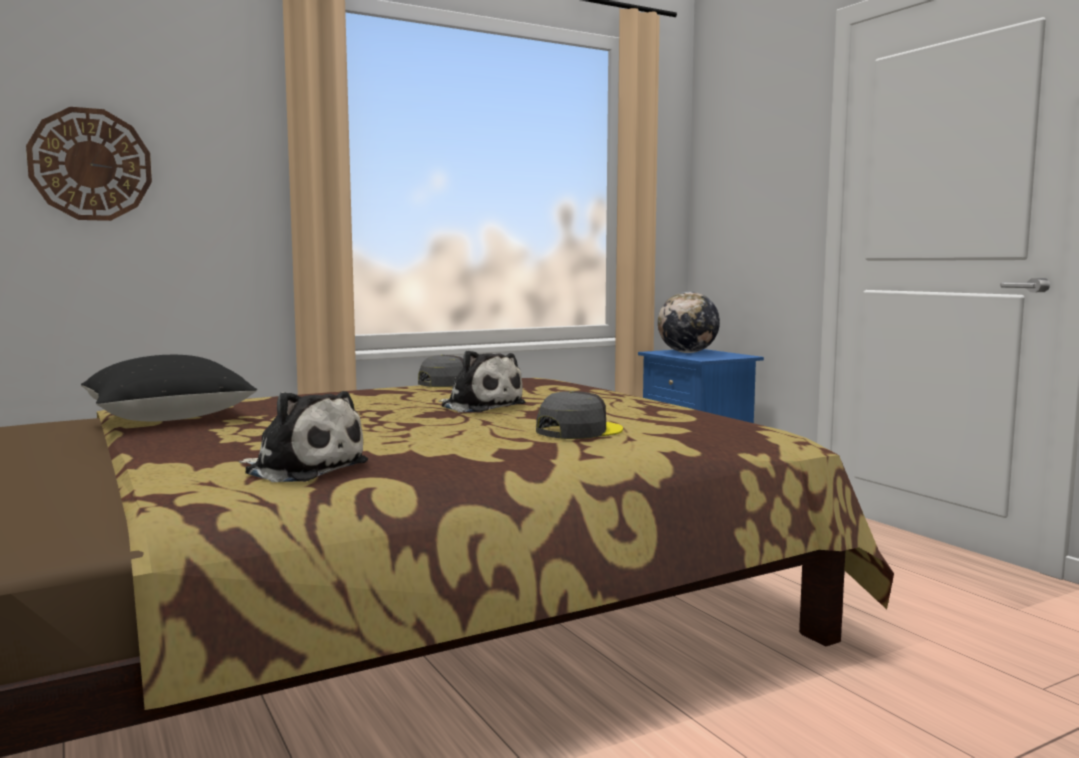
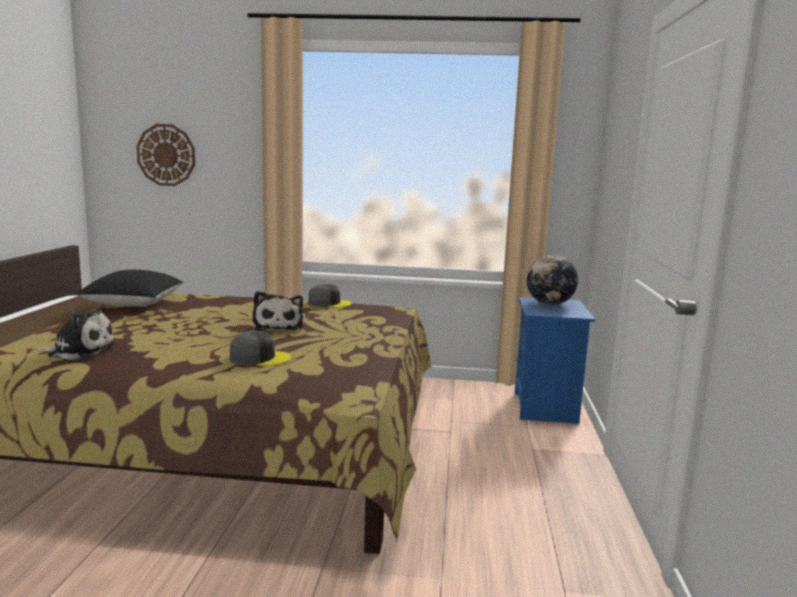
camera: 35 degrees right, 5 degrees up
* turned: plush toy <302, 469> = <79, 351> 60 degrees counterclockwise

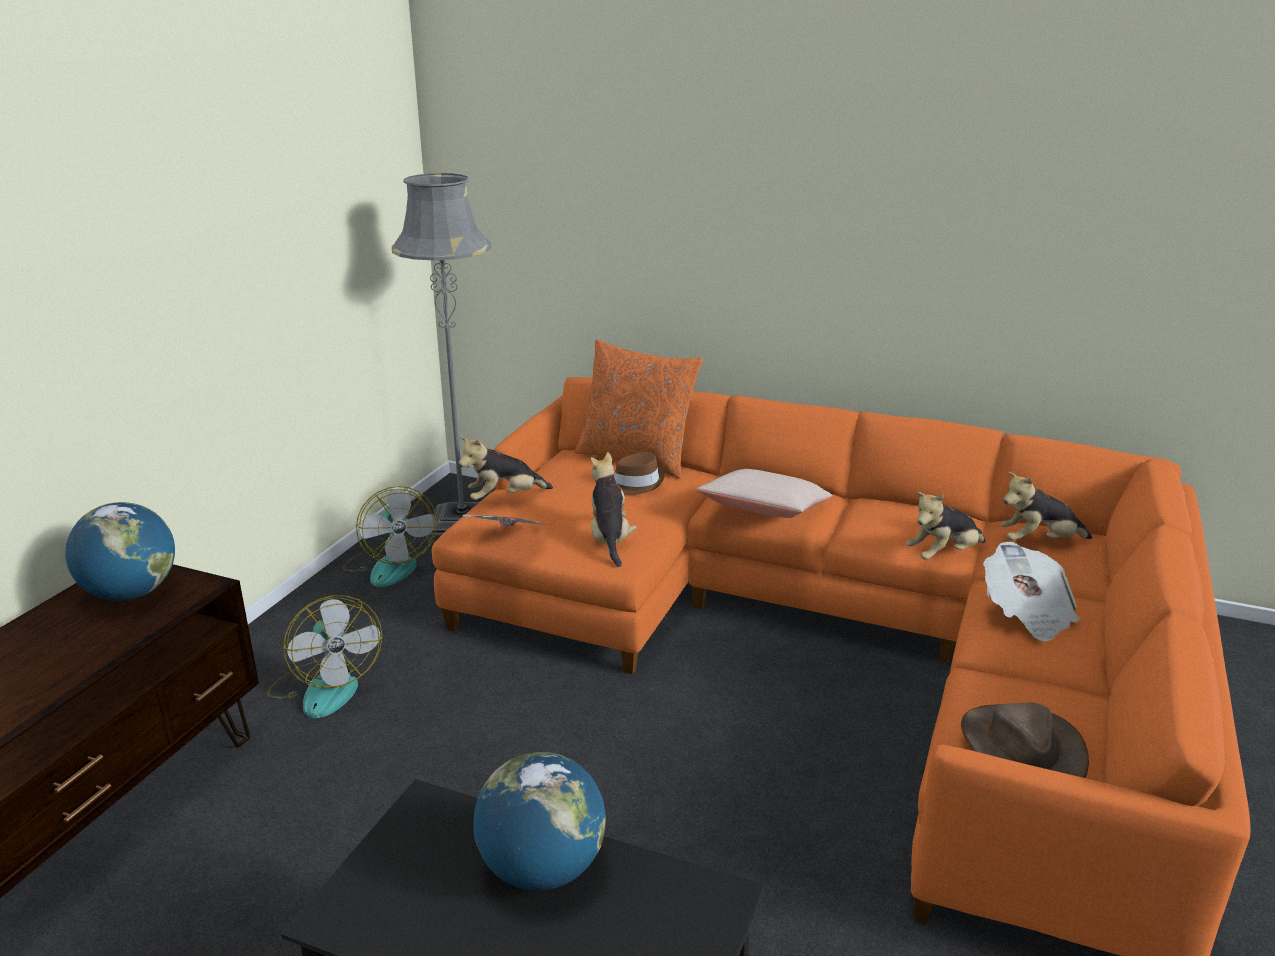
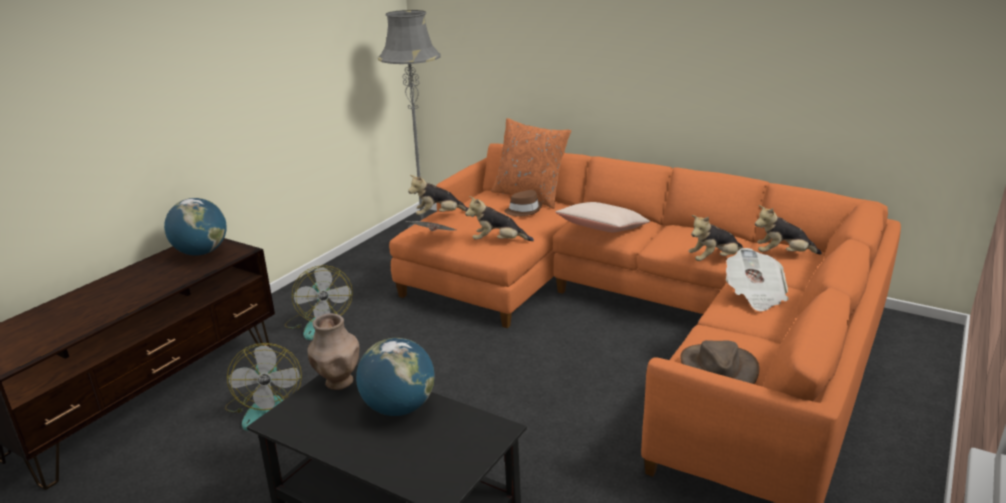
camera: 10 degrees right, 0 degrees up
* moved: fan <390, 565> to <265, 407>
* added: brown vase <338, 382>
* turned: plush toy <610, 539> = <498, 242> 90 degrees counterclockwise

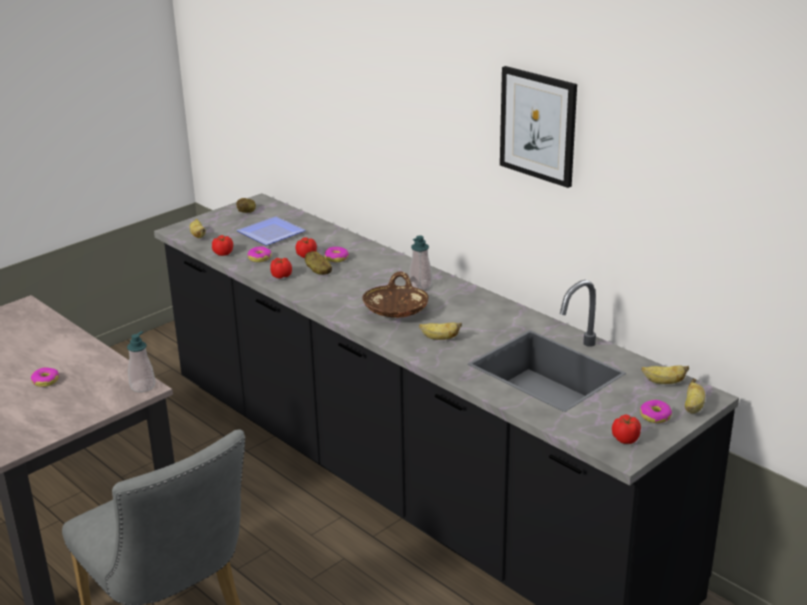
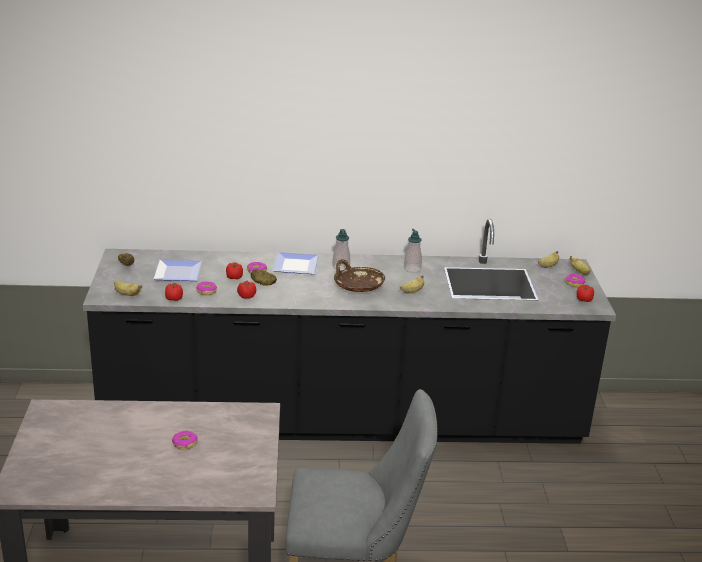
camera: 50 degrees left, 0 degrees up
* added: plate <294, 265>
* moved: soap dispenser <142, 386> to <412, 269>
* removed: picture <538, 126>

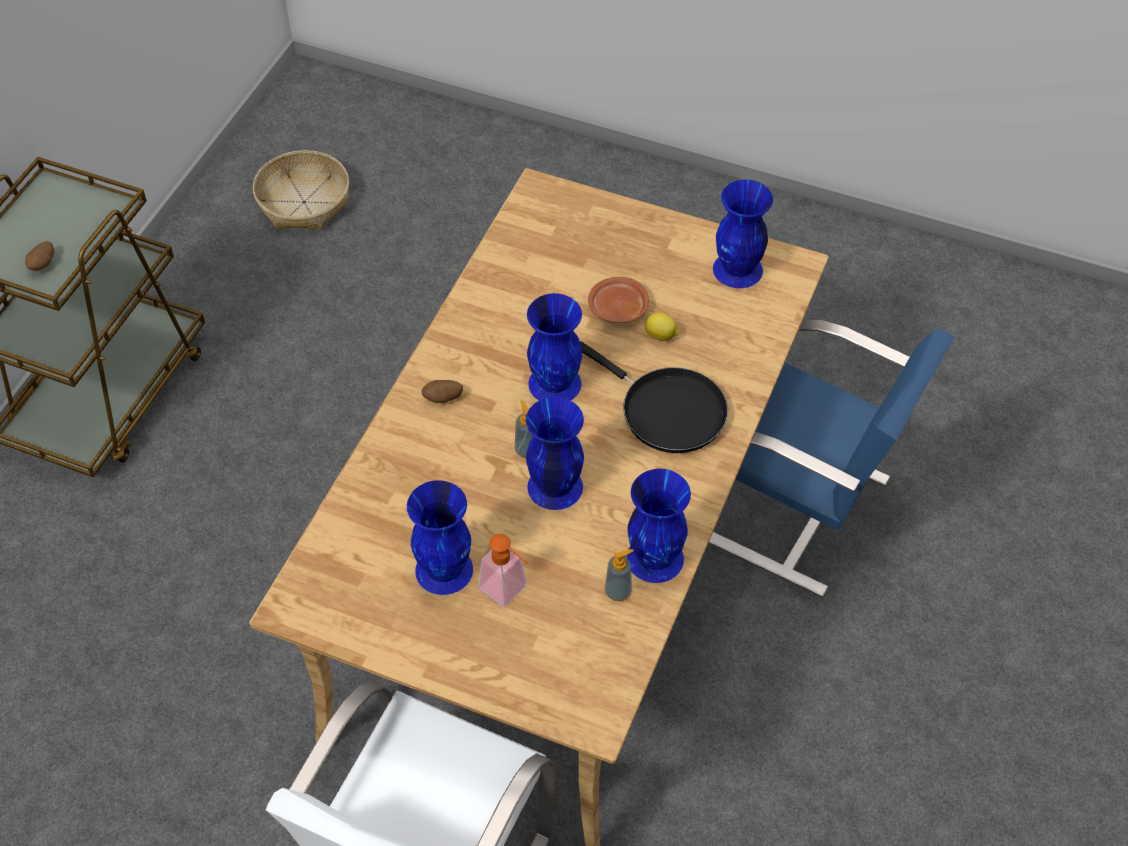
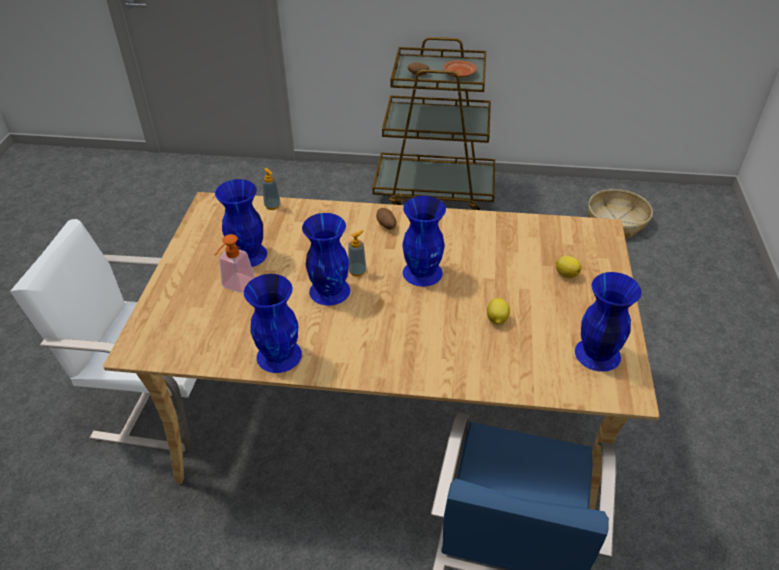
camera: 75 degrees right, 10 degrees down
* moved: soap dispenser <618, 591> to <272, 206>
* moved: brown plate <617, 308> to <458, 74>
* added: lemon <566, 274>
* removed: black frying pan <667, 411>

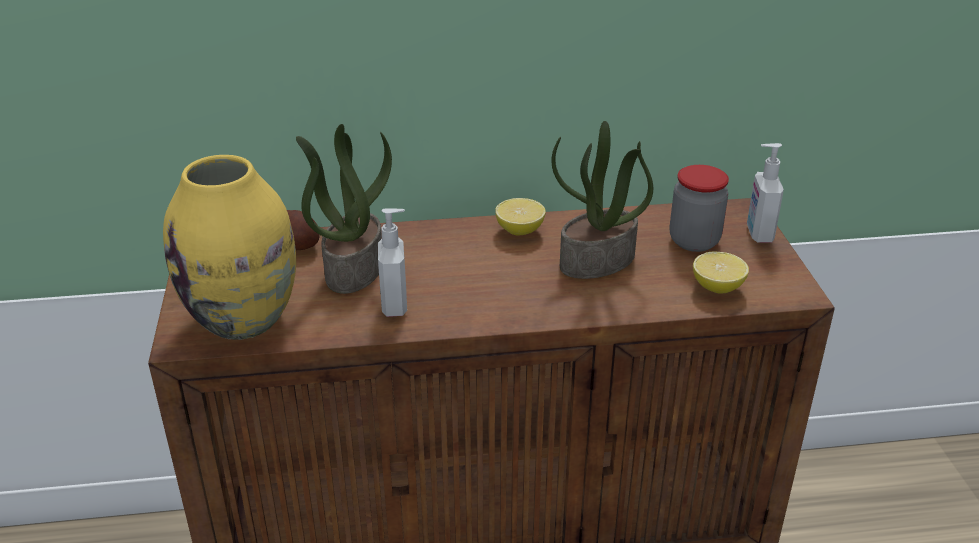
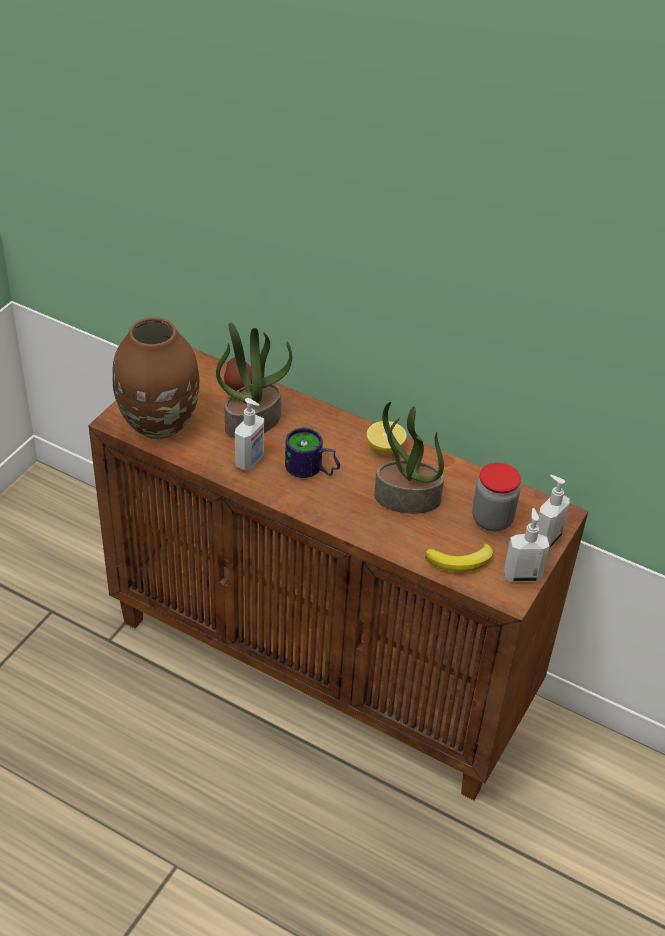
camera: 35 degrees right, 10 degrees up
* recoloured: yellow vase <244, 319> to brown vase <160, 424>
* added: mug <311, 470>
* replaced: lemon <717, 287> to banana <461, 561>
* added: soap dispenser <522, 575>

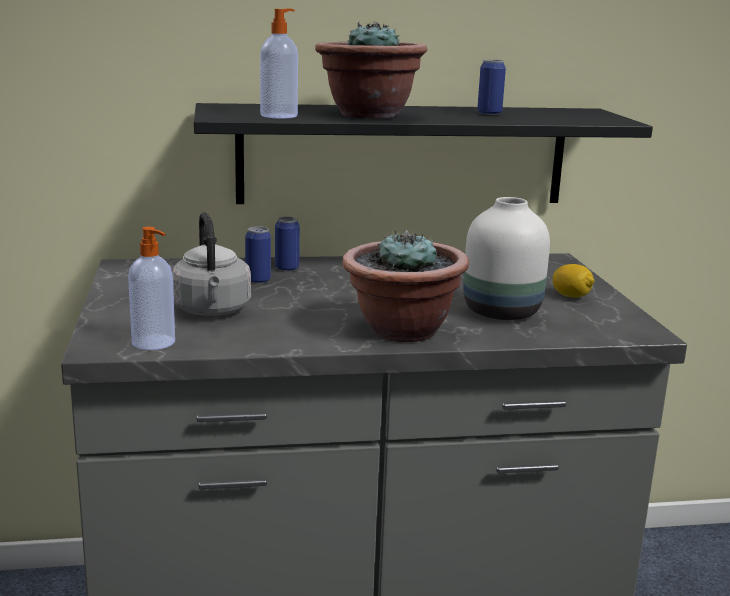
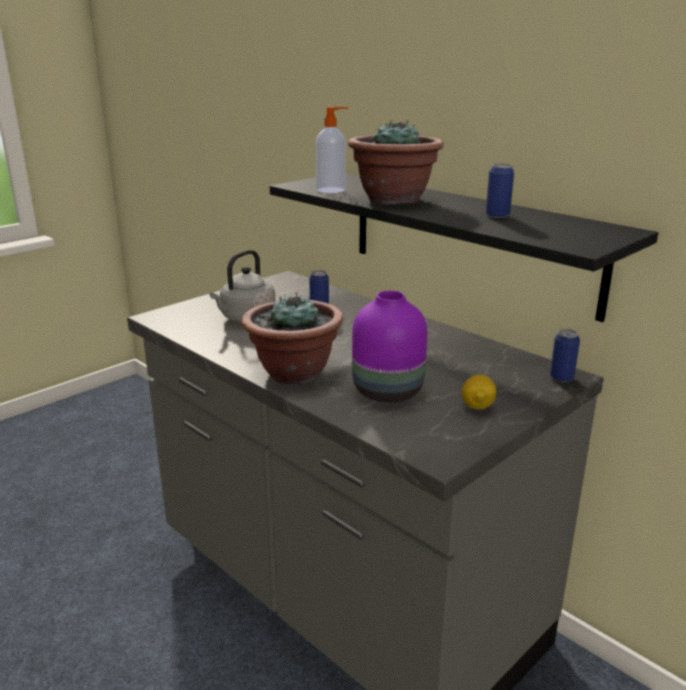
camera: 55 degrees right, 5 degrees up
* recoloured: white vase <501, 313> to purple vase <386, 392>
* moved: can <287, 268> to <561, 377>
* removed: soap dispenser <154, 343>

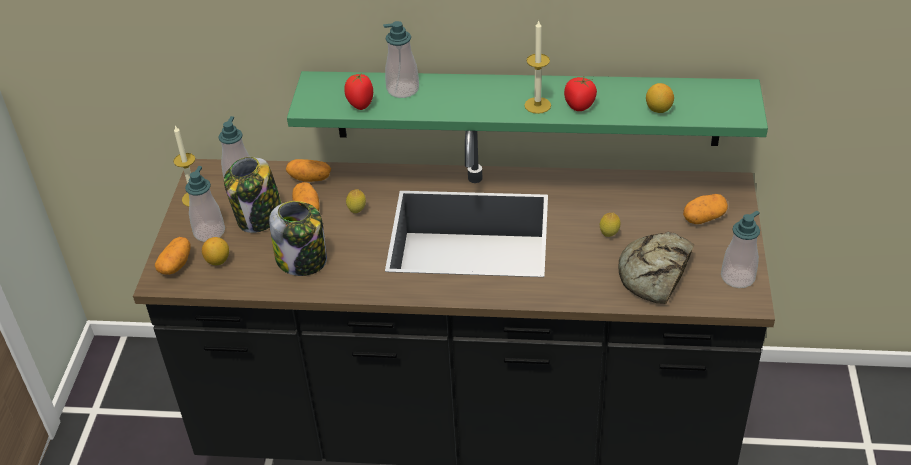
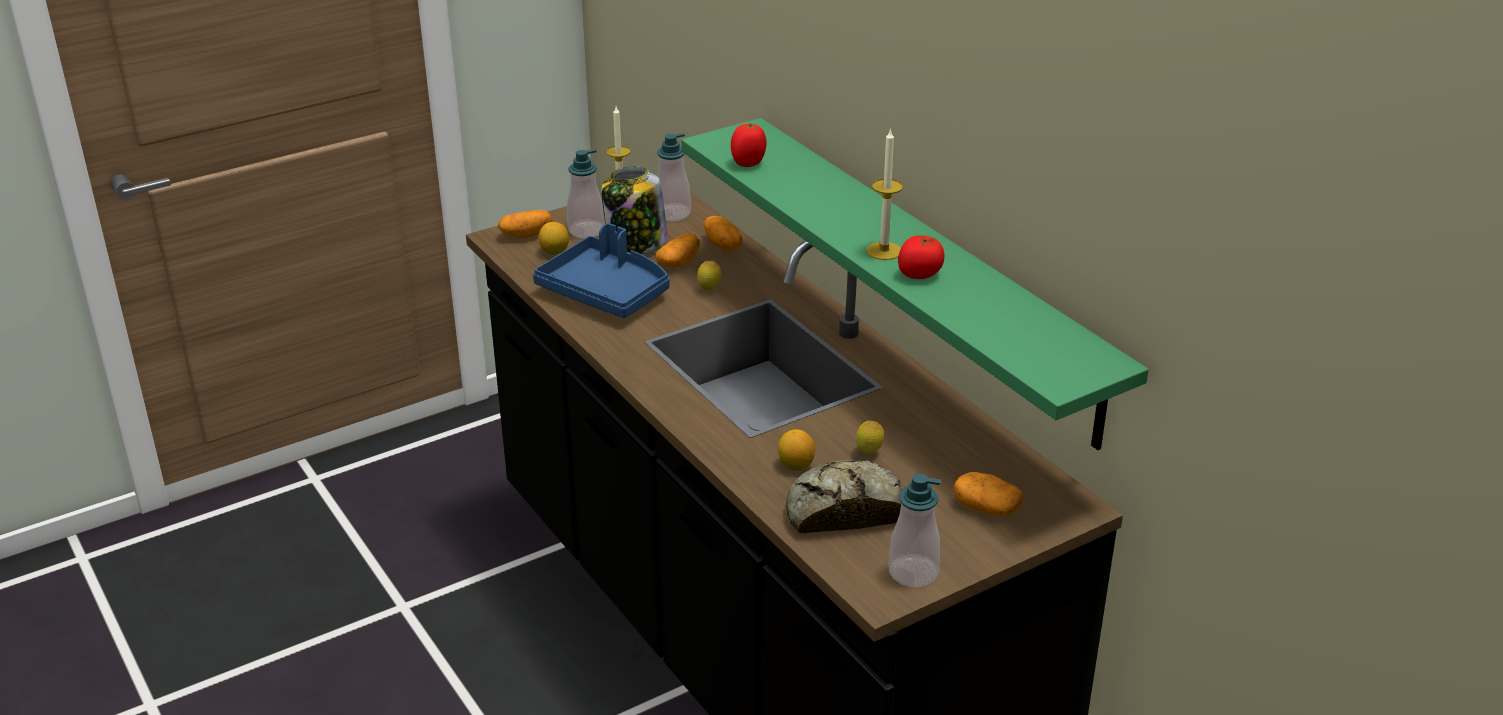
camera: 50 degrees right, 10 degrees down
* replaced: jar <302, 260> to blue tray <606, 292>
* moved: lemon <658, 109> to <795, 465>
* removed: soap dispenser <402, 89>

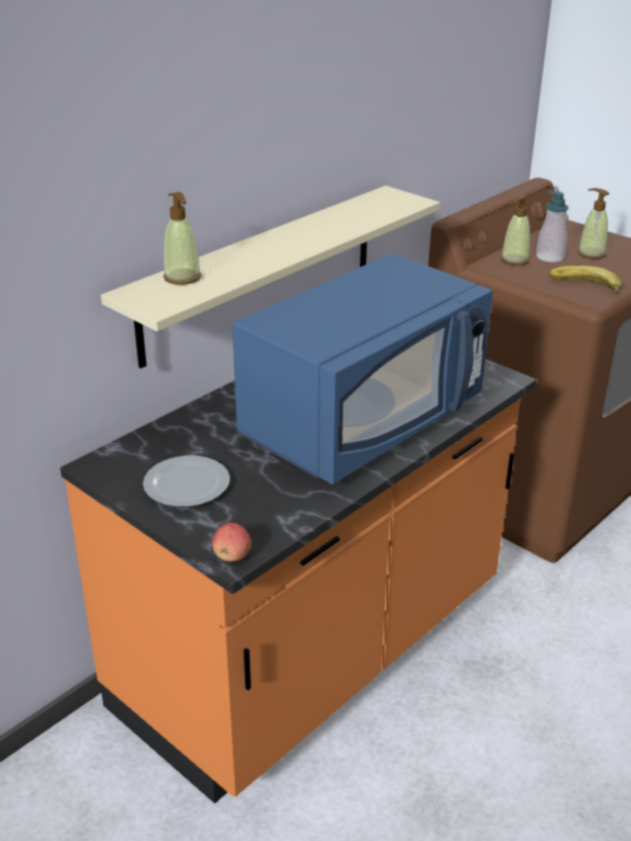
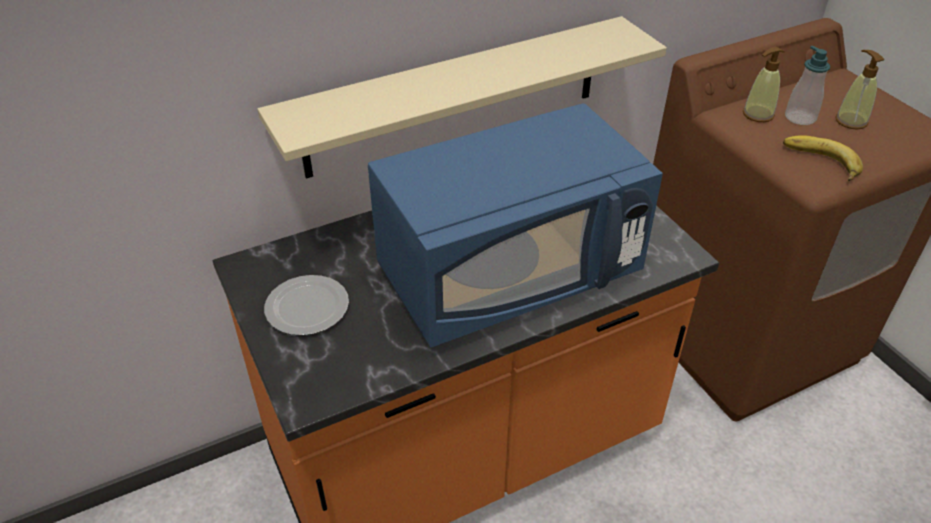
camera: 20 degrees right, 10 degrees up
* removed: soap dispenser <182, 278>
* removed: apple <232, 556>

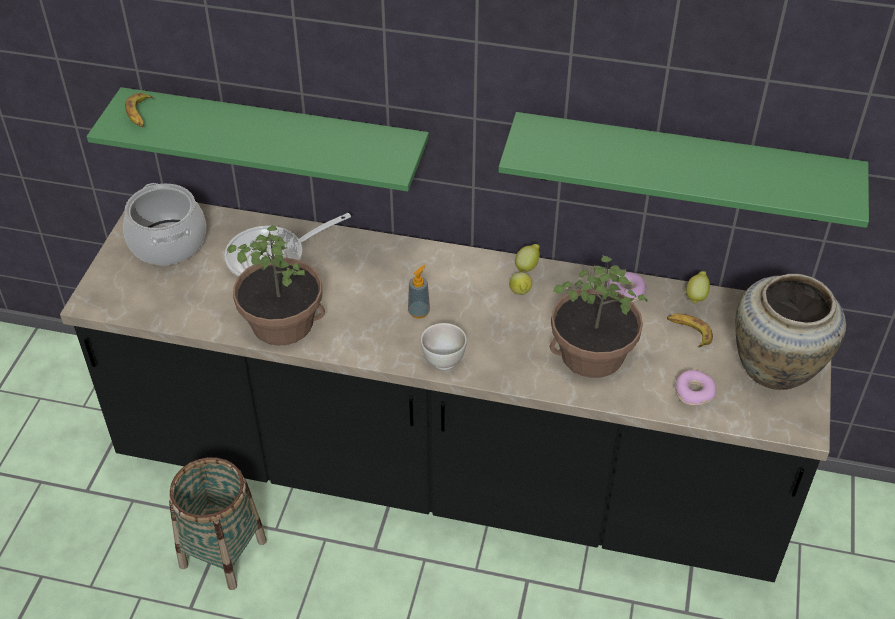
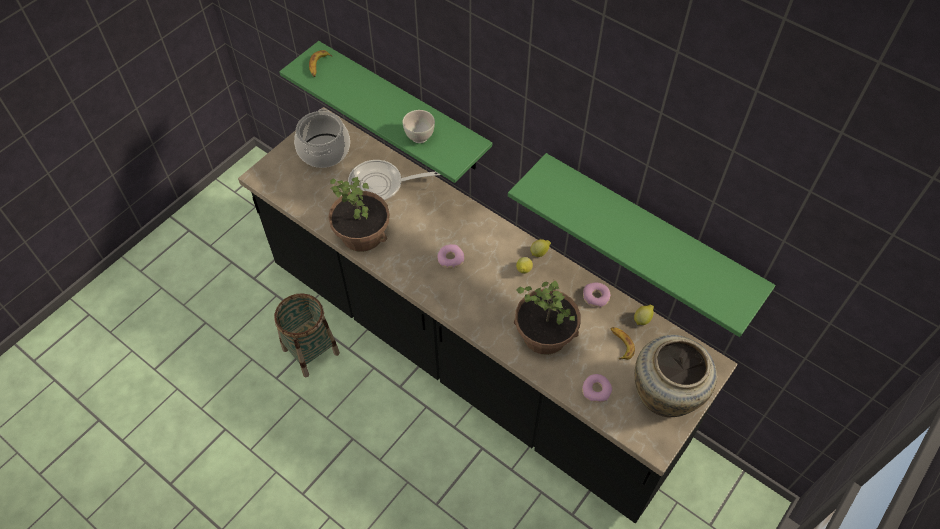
camera: 25 degrees right, 10 degrees up
* moved: white bowl <443, 360> to <419, 136>
* replaced: soap dispenser <419, 312> to donut <450, 259>

